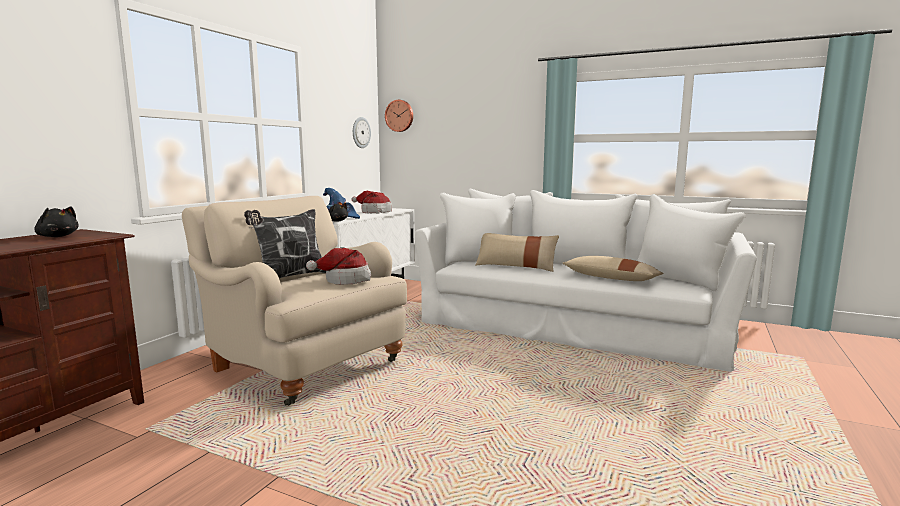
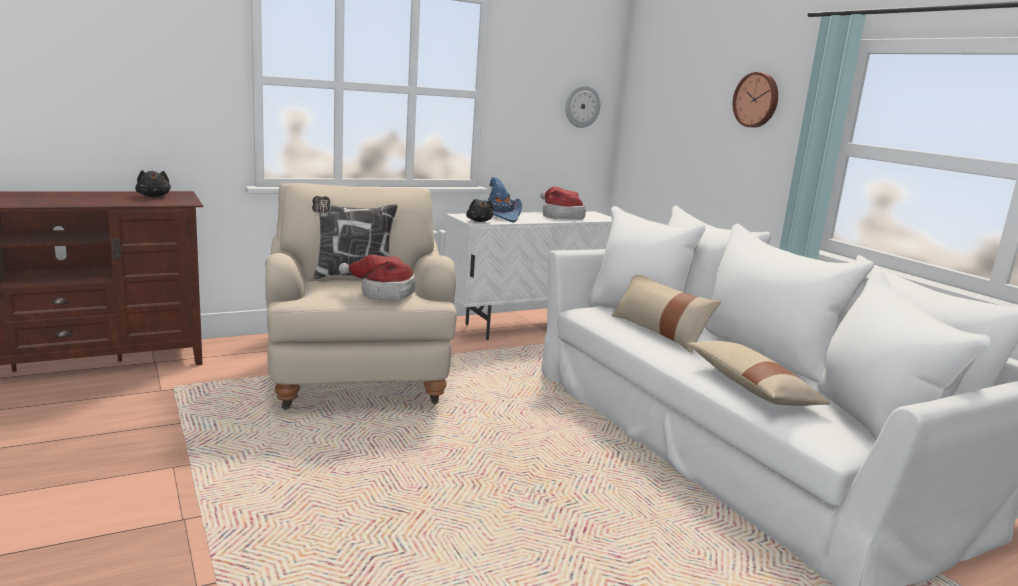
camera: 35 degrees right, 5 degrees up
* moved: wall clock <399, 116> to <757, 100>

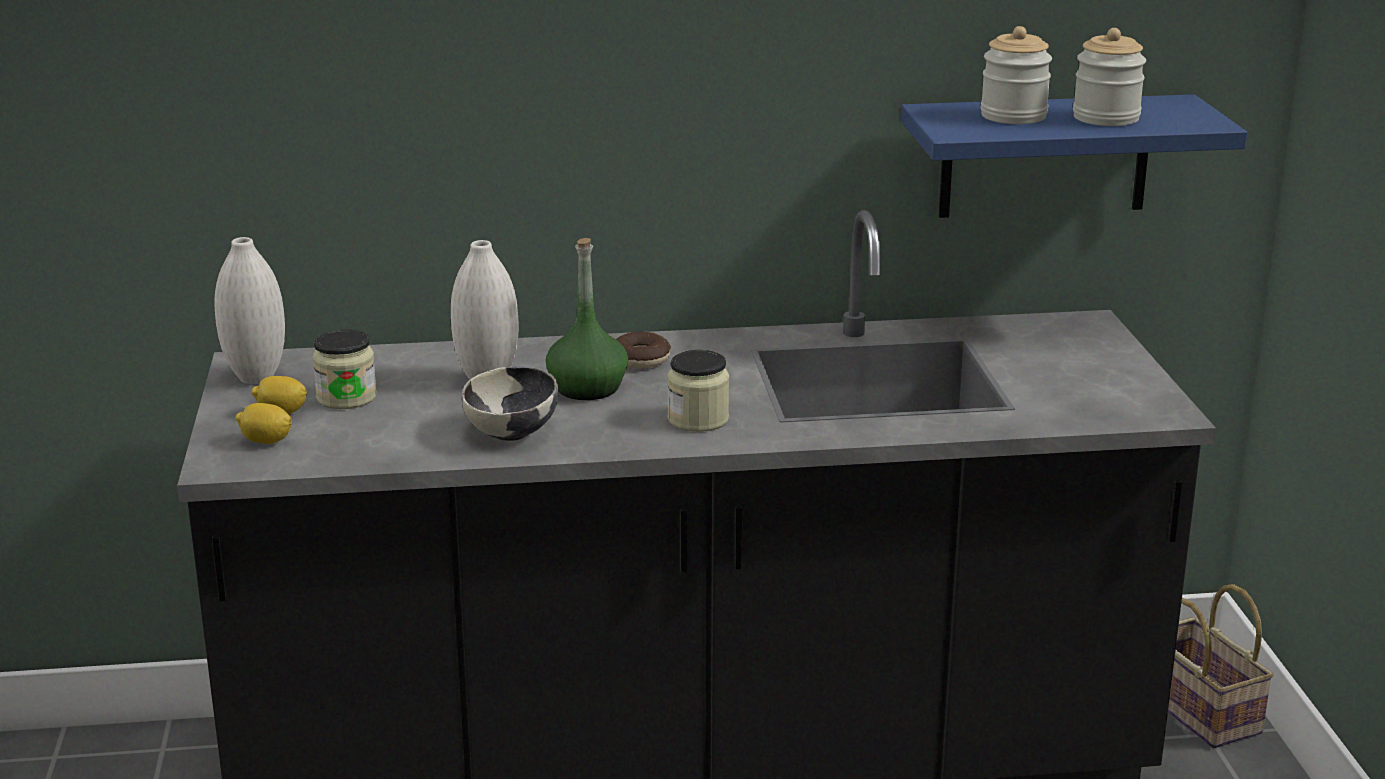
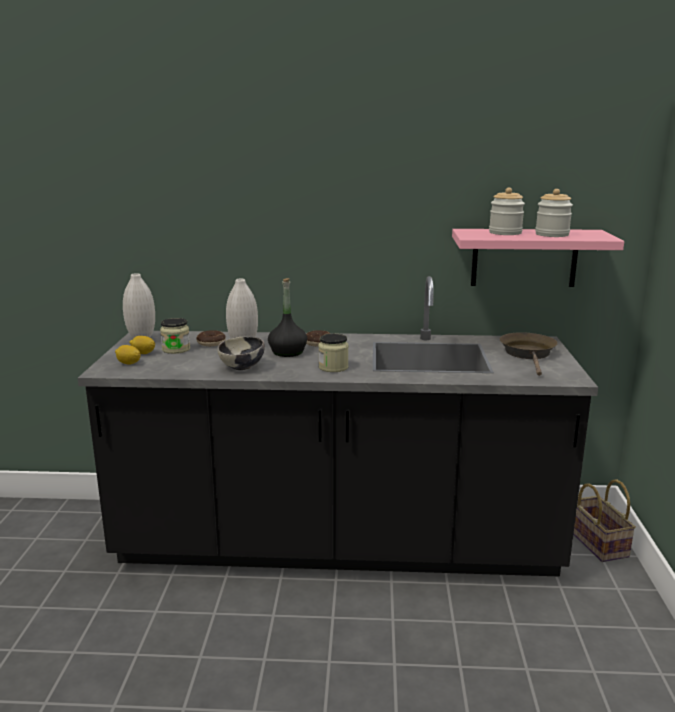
camera: 10 degrees right, 5 degrees down
* added: donut <211, 343>
* recoloured: green bottle <587, 388> to black bottle <287, 352>
* recoloured: blue shelf <1044, 156> to pink shelf <524, 257>
* added: brown frying pan <528, 354>

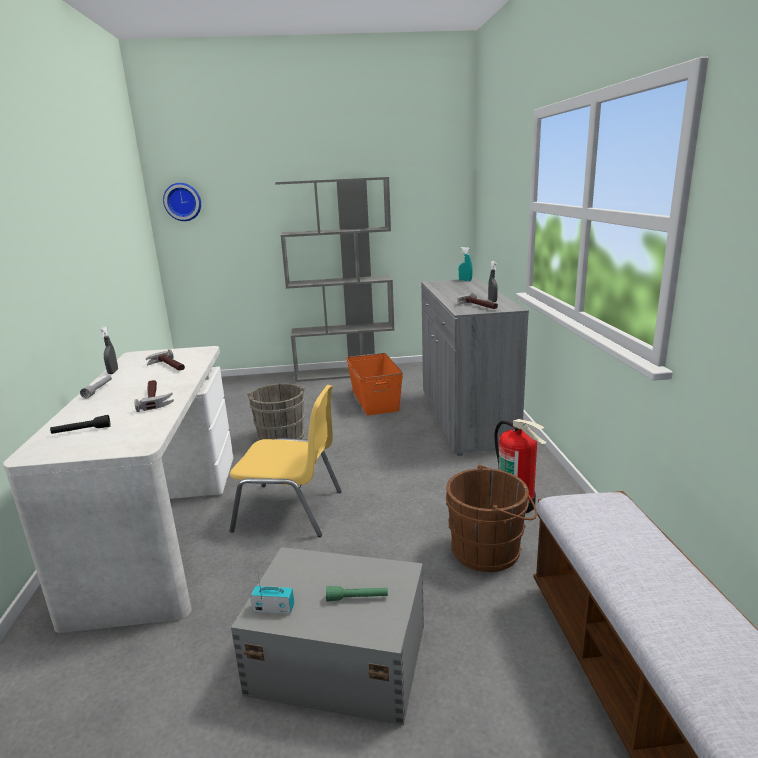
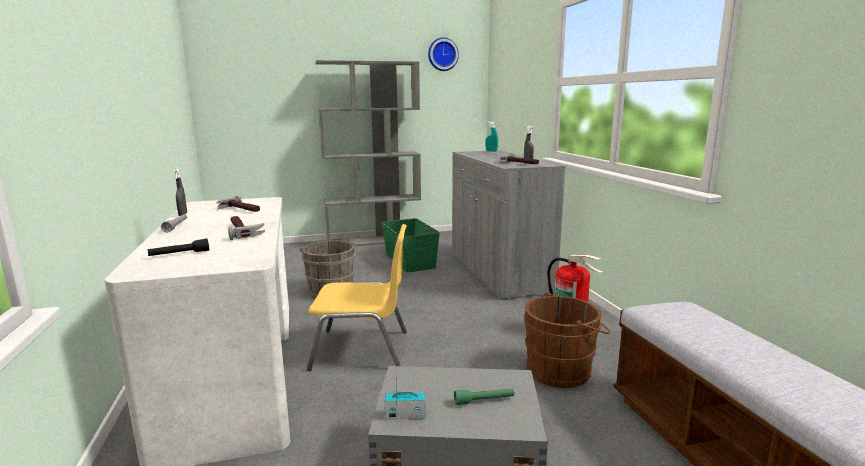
camera: 10 degrees left, 5 degrees down
* recoloured: orange storage box <375, 400> to green storage box <410, 260>
* moved: wall clock <183, 202> to <442, 54>

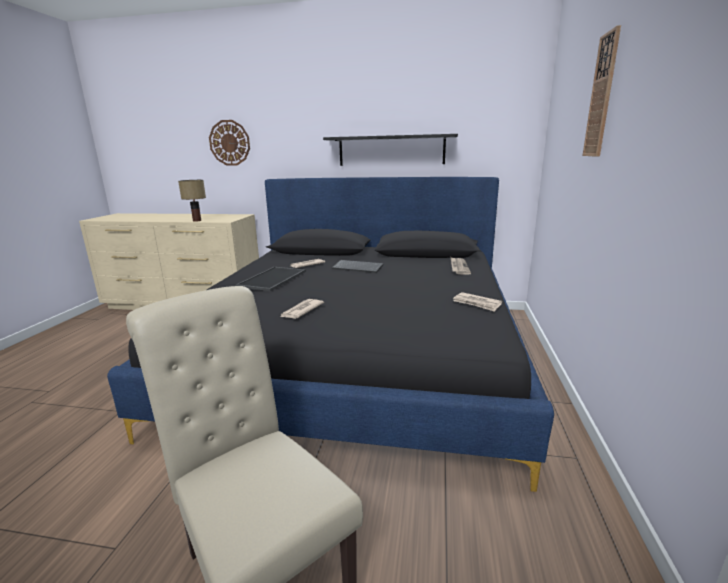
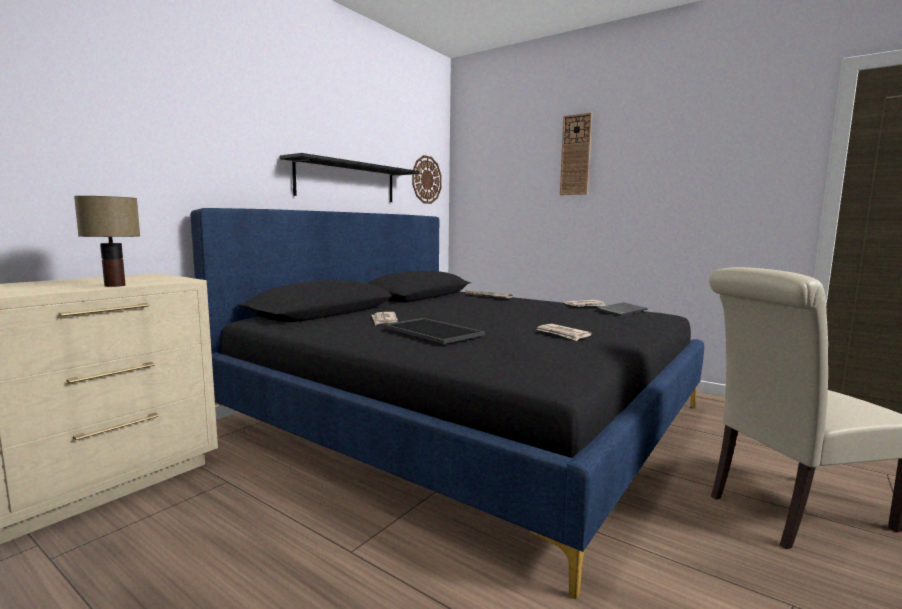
camera: 65 degrees left, 10 degrees down
* moved: wall clock <229, 143> to <426, 180>
* moved: keyboard <358, 267> to <621, 310>

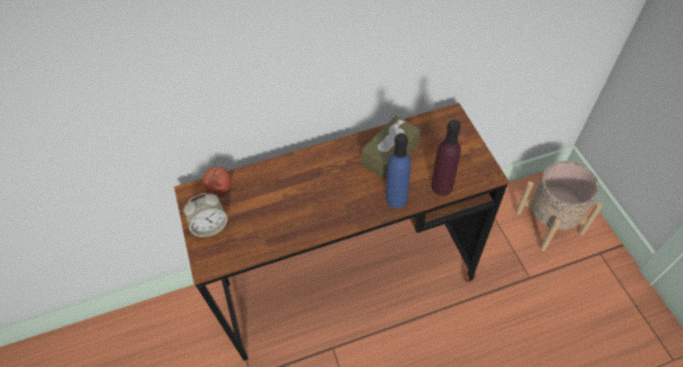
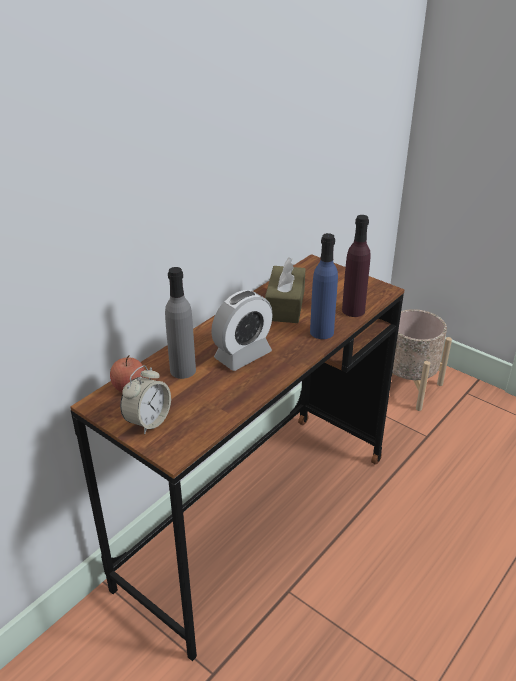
camera: 35 degrees left, 20 degrees down
* added: grey bottle <183, 370>
* added: alarm clock <243, 355>

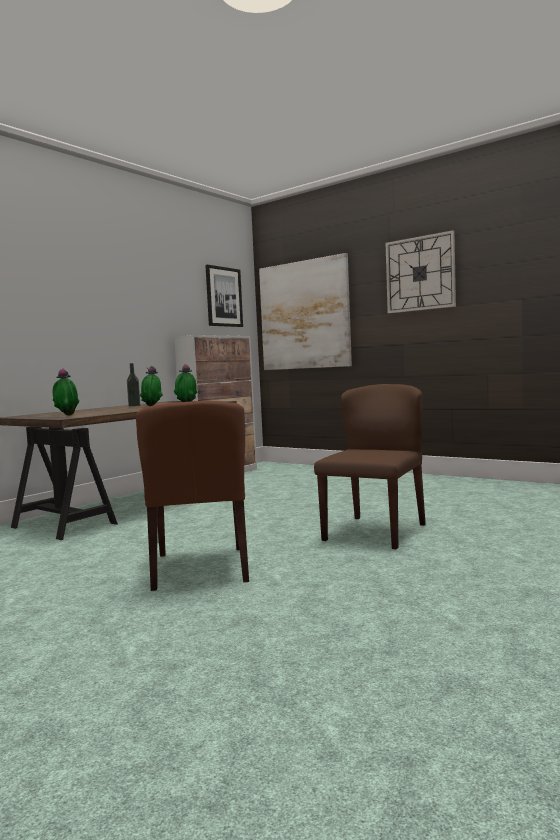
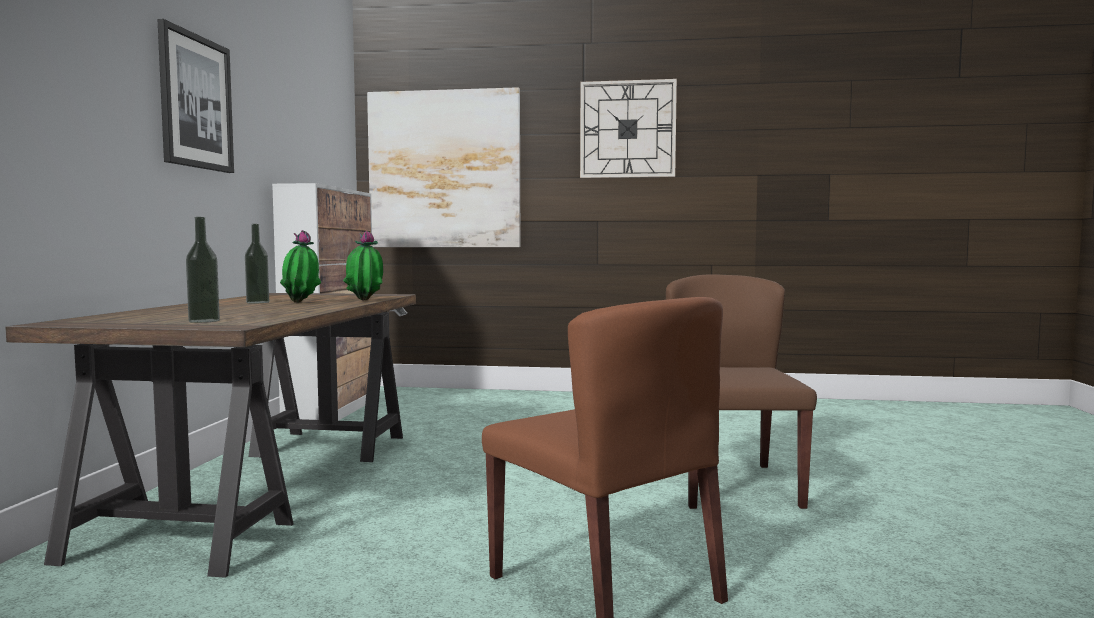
camera: 30 degrees left, 0 degrees up
* moved: picture <223, 297> to <195, 102>
* replaced: potted plant <66, 415> to bottle <204, 321>

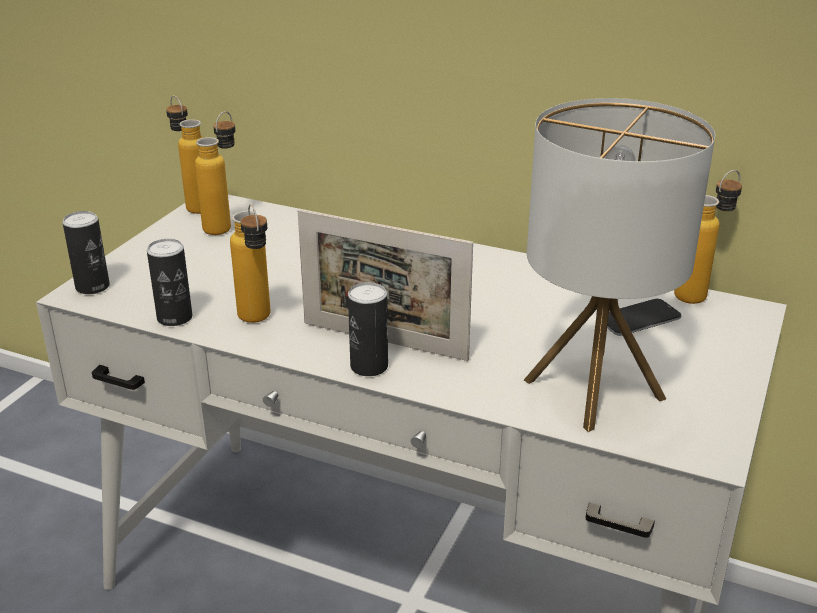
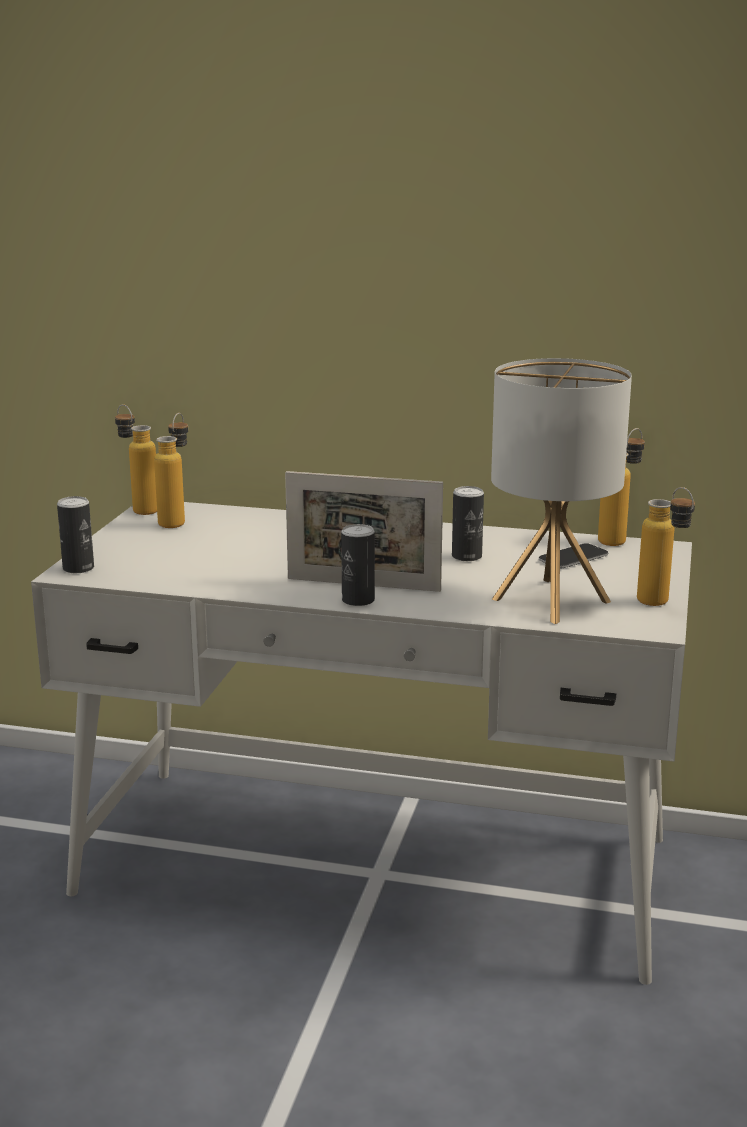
camera: 10 degrees left, 10 degrees down
* moved: can <174, 318> to <466, 556>
* moved: bottle <258, 322> to <662, 605>

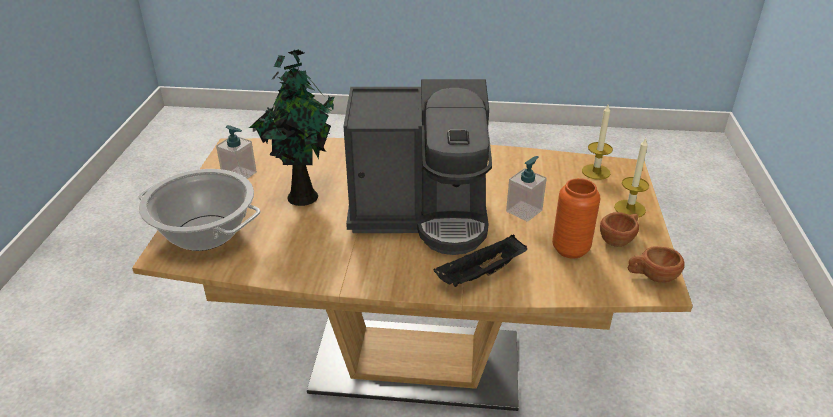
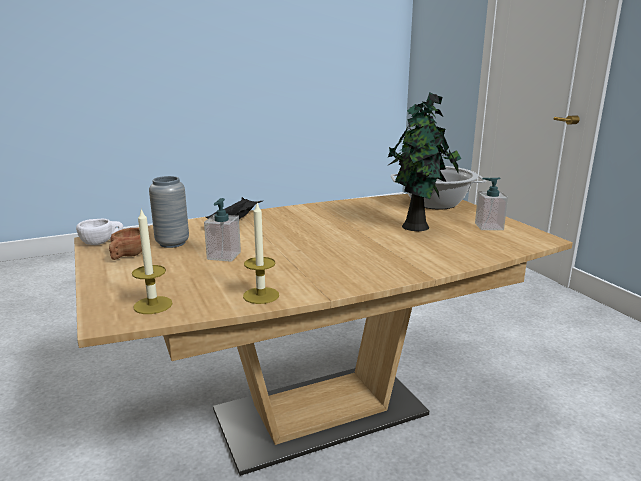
camera: 150 degrees right, 15 degrees down
* recoloured: brown cup <652, 277> to white cup <102, 243>
* recoloured: orange vase <570, 249> to grey vase <172, 243>
* moved: candle <629, 209> to <261, 295>
* removed: coffee machine <422, 213>

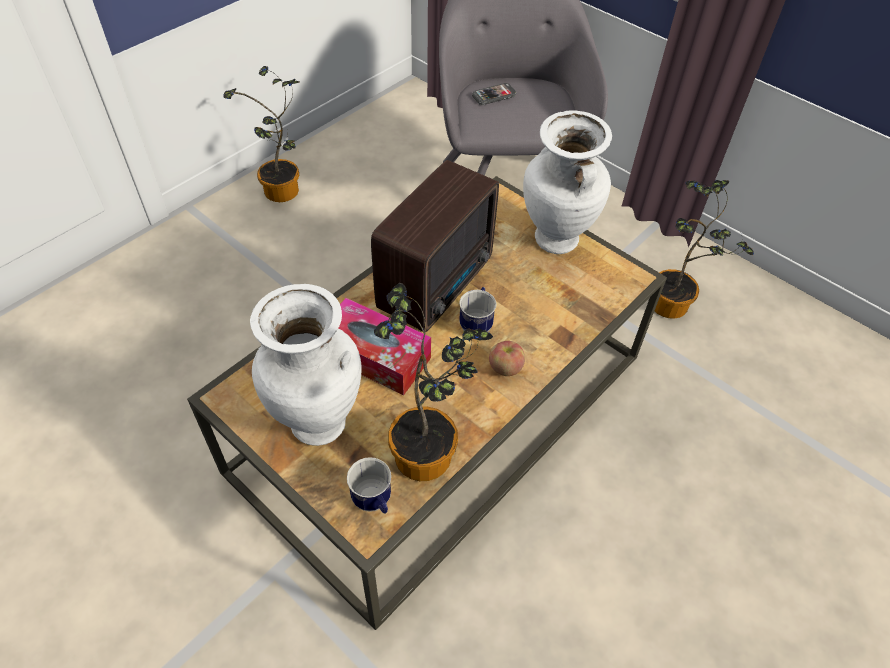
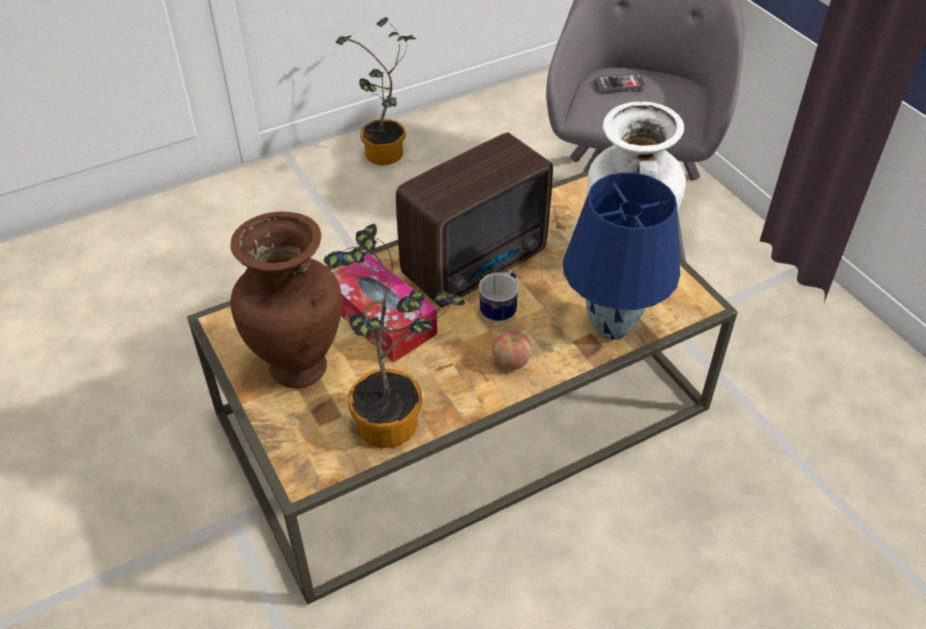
camera: 20 degrees right, 5 degrees down
* recoloured: white vase <319, 422> to brown vase <300, 367>
* added: blue table lamp <610, 327>
* removed: mug <374, 502>
* removed: potted plant <674, 306>

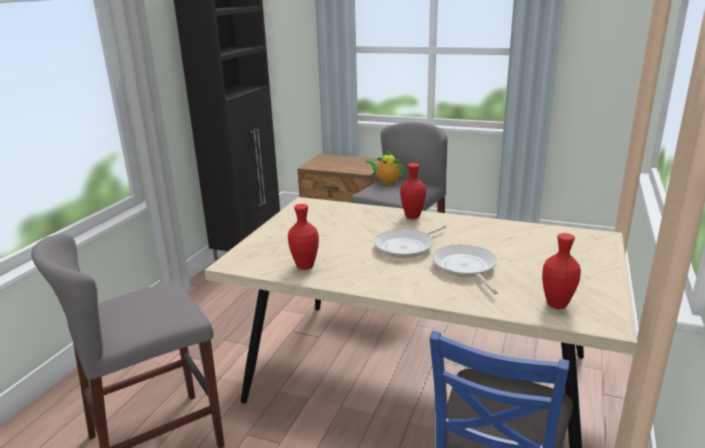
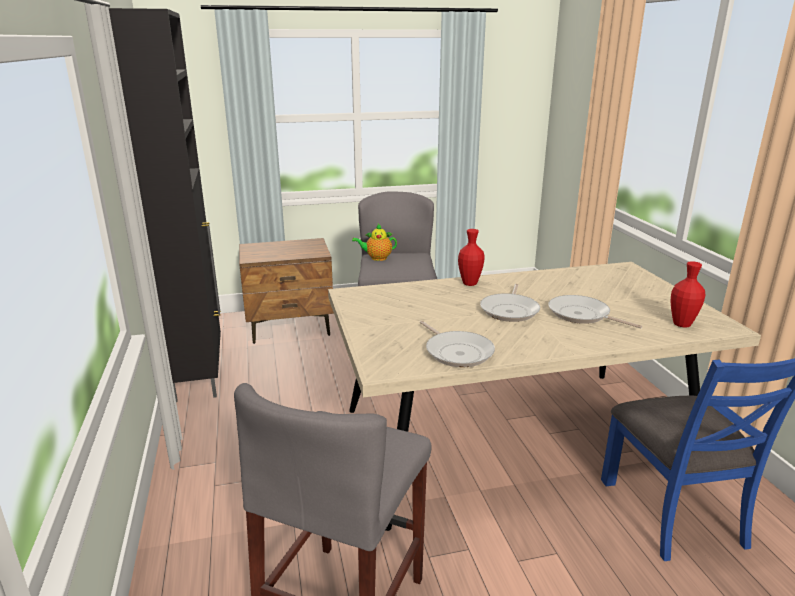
camera: 35 degrees left, 0 degrees up
* replaced: red vase <305, 266> to frying pan <457, 352>

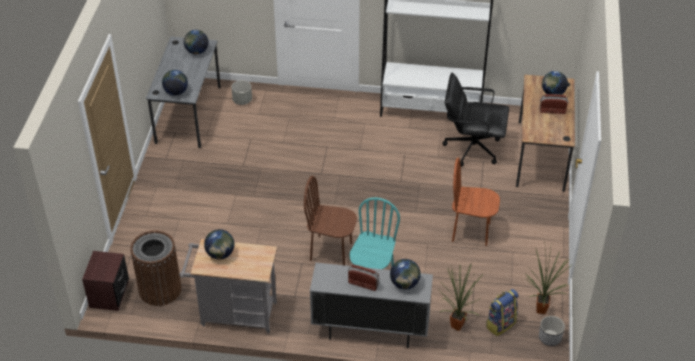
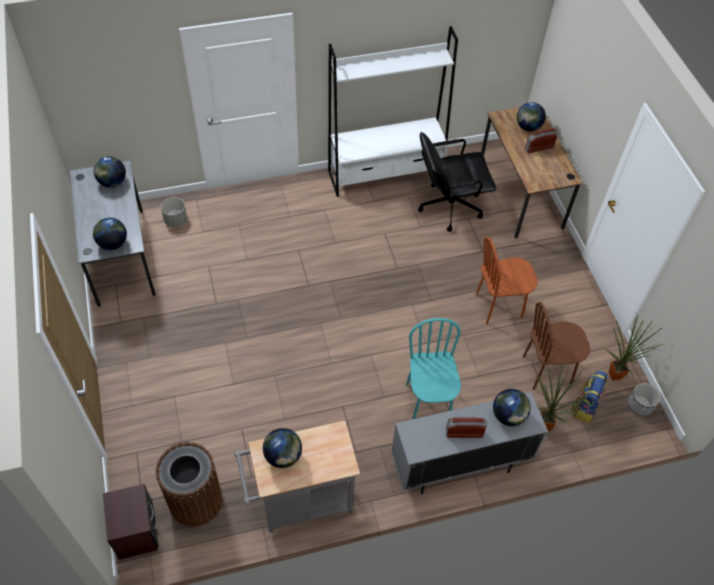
camera: 25 degrees left, 10 degrees up
* moved: brown chair <331, 251> to <547, 370>

